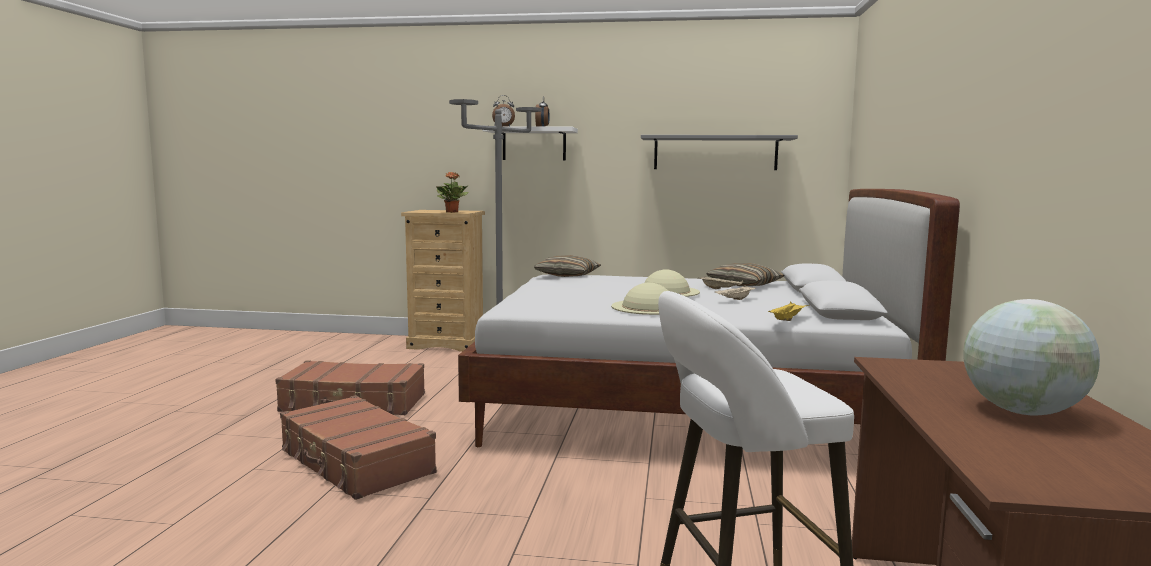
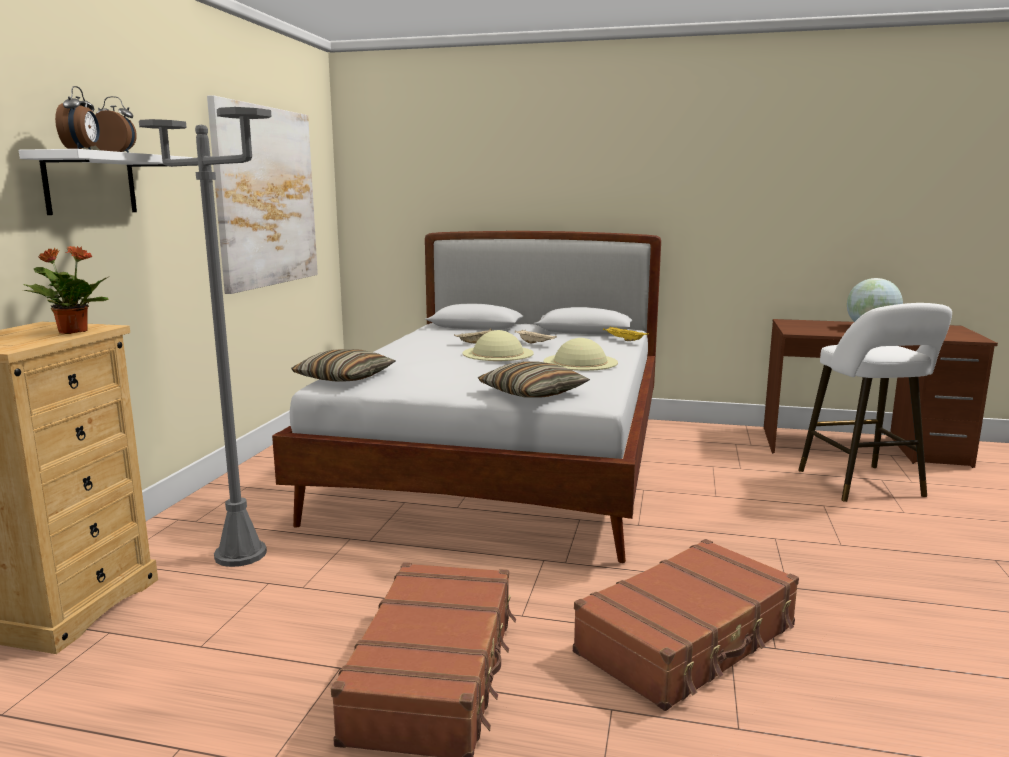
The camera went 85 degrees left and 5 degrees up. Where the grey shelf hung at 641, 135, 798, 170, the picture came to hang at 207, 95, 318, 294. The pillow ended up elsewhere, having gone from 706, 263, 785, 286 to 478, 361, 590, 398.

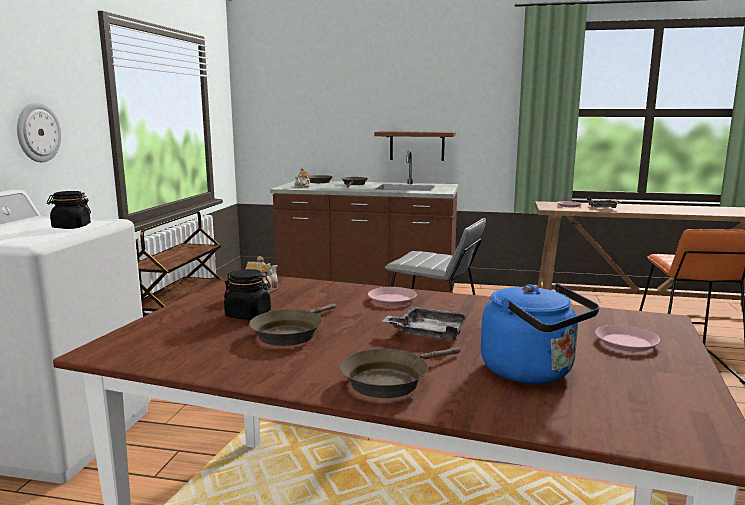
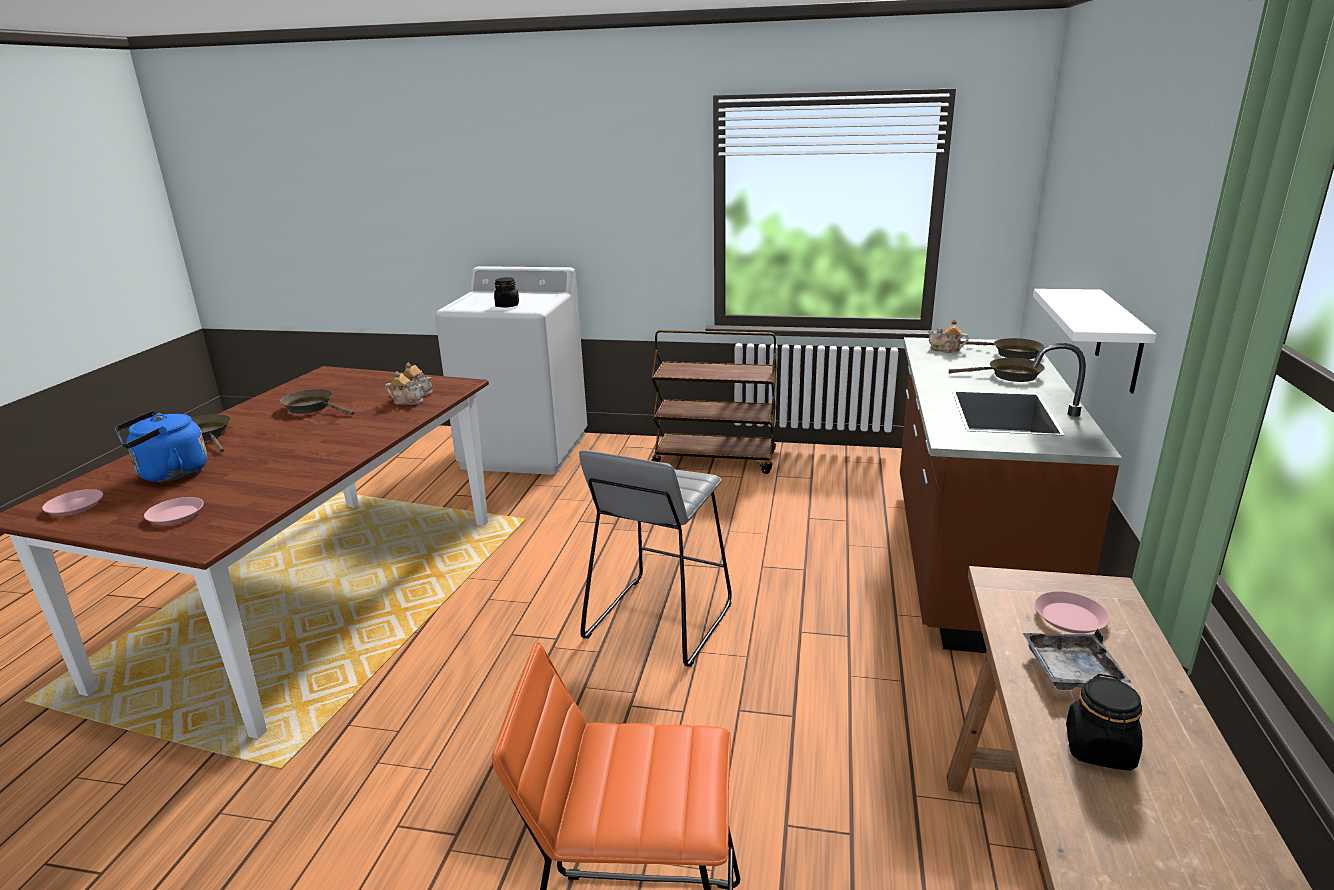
The camera went 90 degrees right and 10 degrees up. The second view lost the wall clock at 17, 102, 61, 162. The black jar ended up elsewhere, having gone from 224, 269, 271, 319 to 1066, 674, 1142, 771. The pink plate ended up elsewhere, having gone from 368, 287, 417, 306 to 42, 489, 103, 516. What was the brown shelf at 374, 131, 456, 161 turned into the white shelf at 1033, 289, 1156, 394. The second view lost the grey tray at 383, 306, 468, 341. The second view gained the teapot at 385, 371, 423, 405.

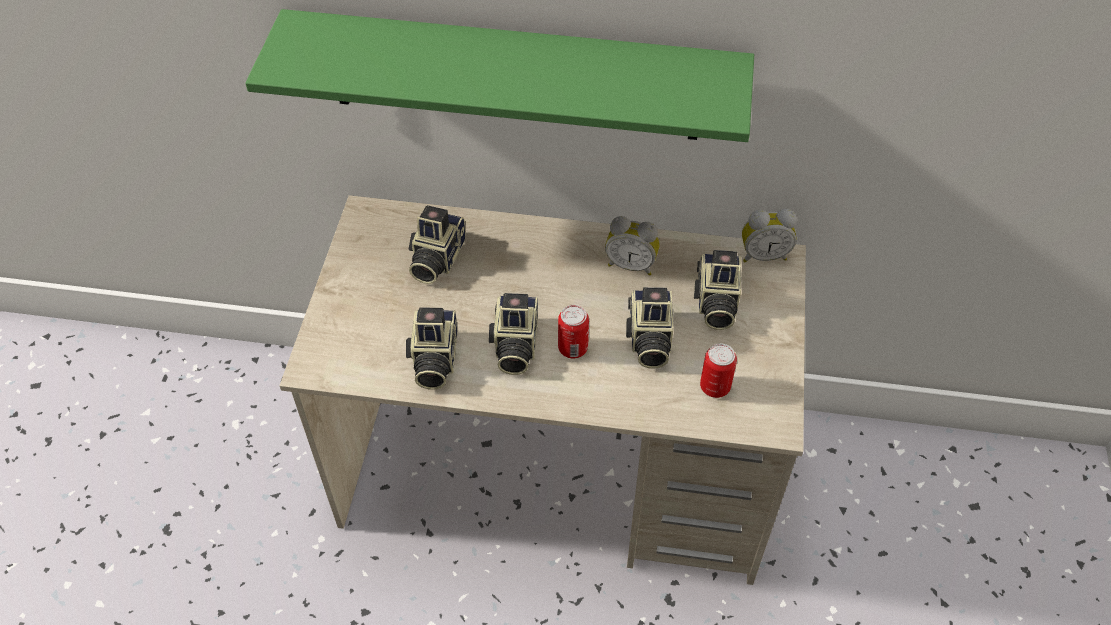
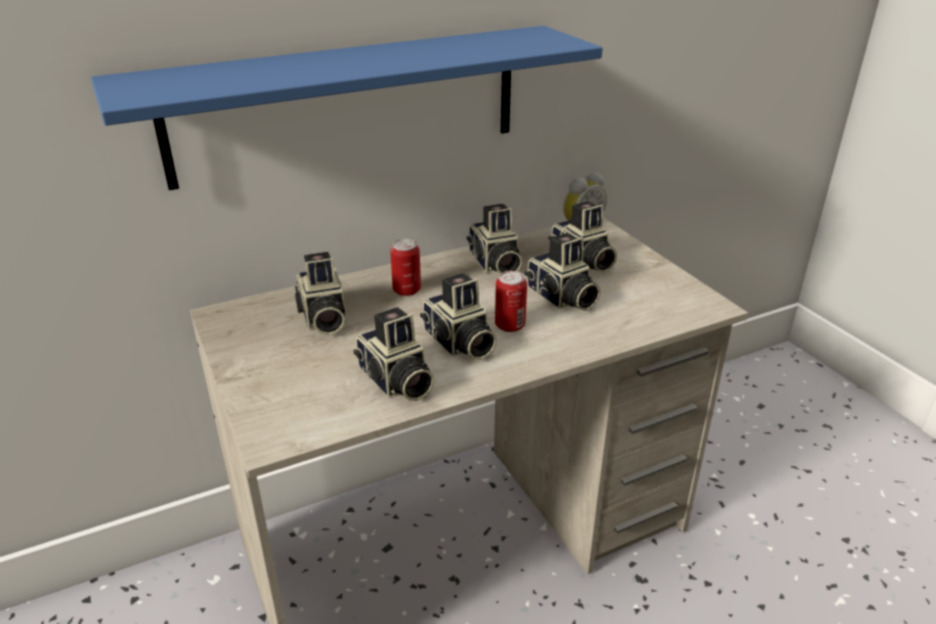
The camera went 35 degrees left and 20 degrees down. What was the green shelf at 245, 9, 754, 142 turned into the blue shelf at 91, 26, 603, 190. Where the alarm clock stood at 605, 216, 660, 276, the photo camera came to stand at 467, 204, 522, 274. The can ended up elsewhere, having gone from 700, 343, 737, 398 to 390, 239, 421, 296.

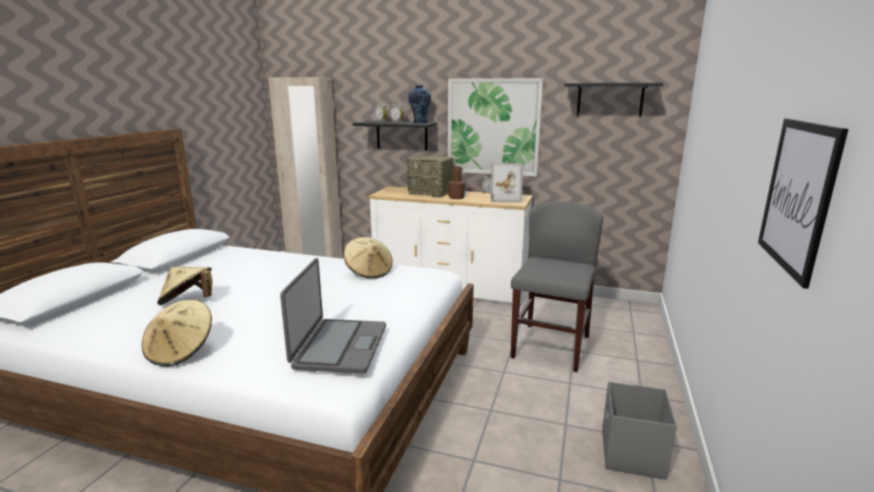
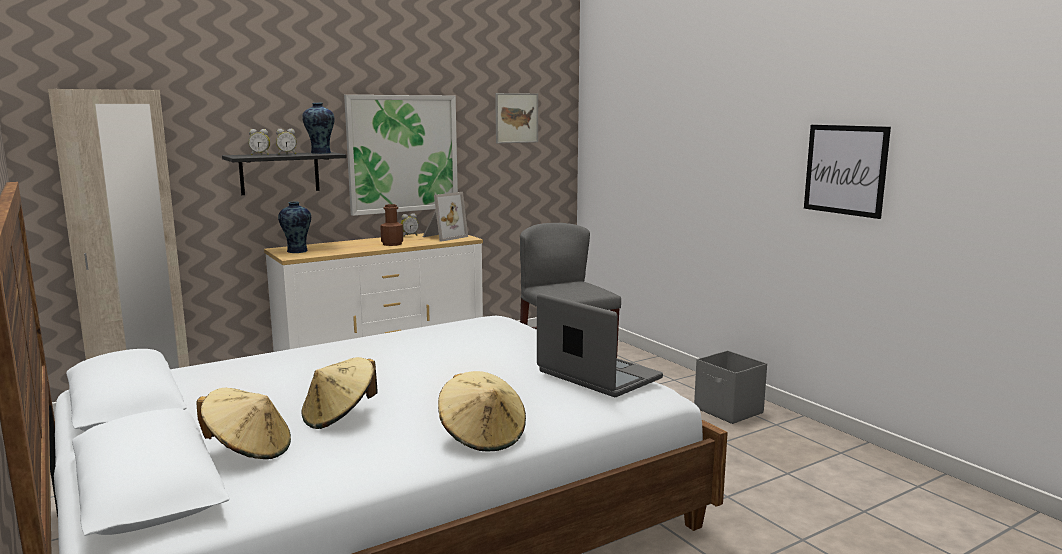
The camera went 50 degrees left and 5 degrees down. The beige hat ended up elsewhere, having gone from 344, 237, 393, 279 to 196, 388, 291, 459. The second view lost the radio at 407, 155, 454, 197. Where the black shelf hung at 564, 83, 663, 117, the picture came to hang at 495, 93, 538, 144. The second view gained the vase at 278, 201, 311, 253.

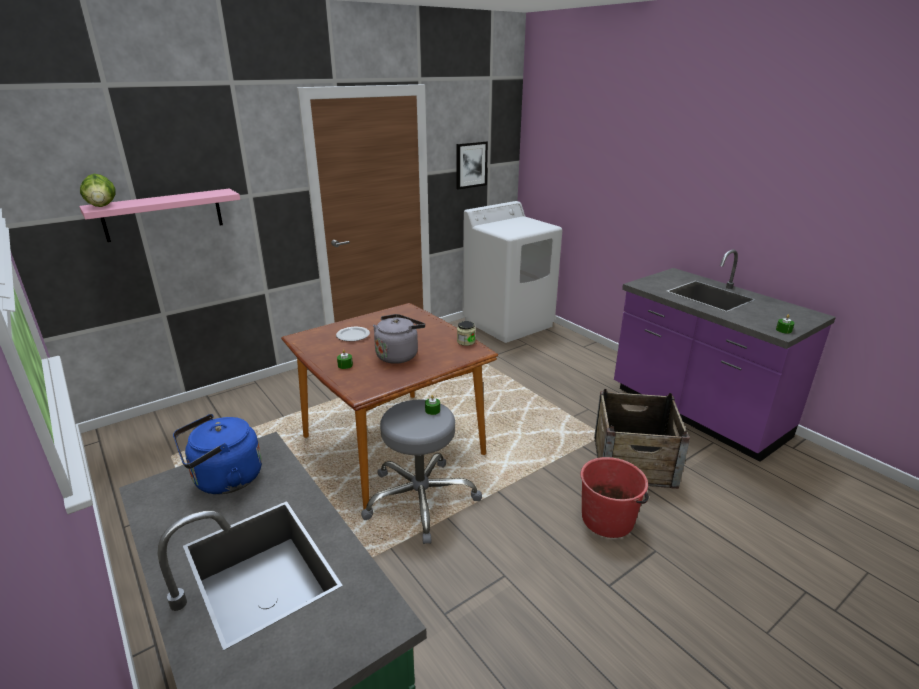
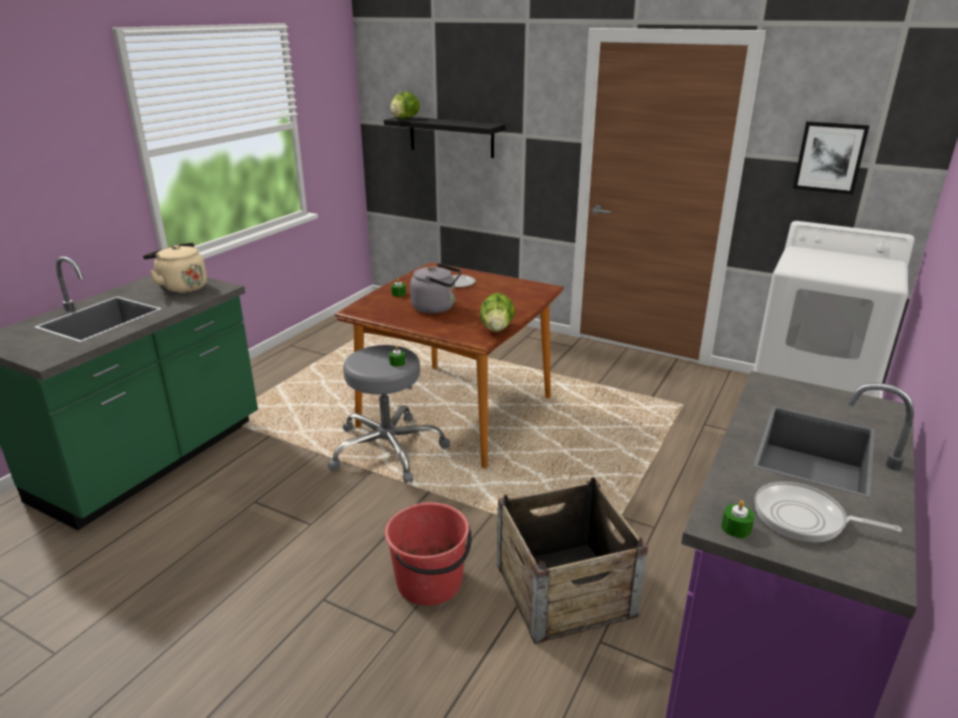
The camera went 65 degrees right and 0 degrees up. What was the pink shelf at 79, 189, 240, 242 turned into the black shelf at 384, 117, 505, 158. What was the blue kettle at 173, 414, 262, 494 turned into the beige kettle at 143, 243, 207, 294. Where the jar stood at 457, 321, 475, 346, the lettuce came to stand at 479, 293, 515, 332. The second view gained the frying pan at 755, 482, 902, 542.

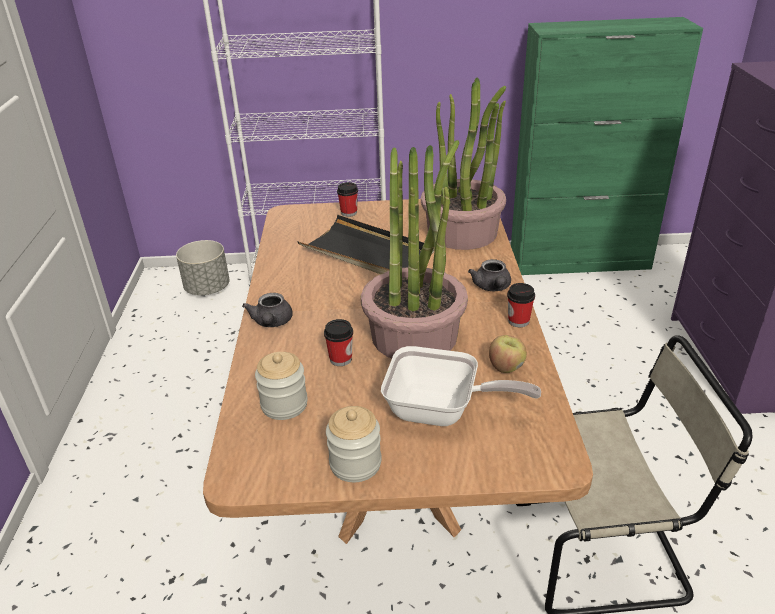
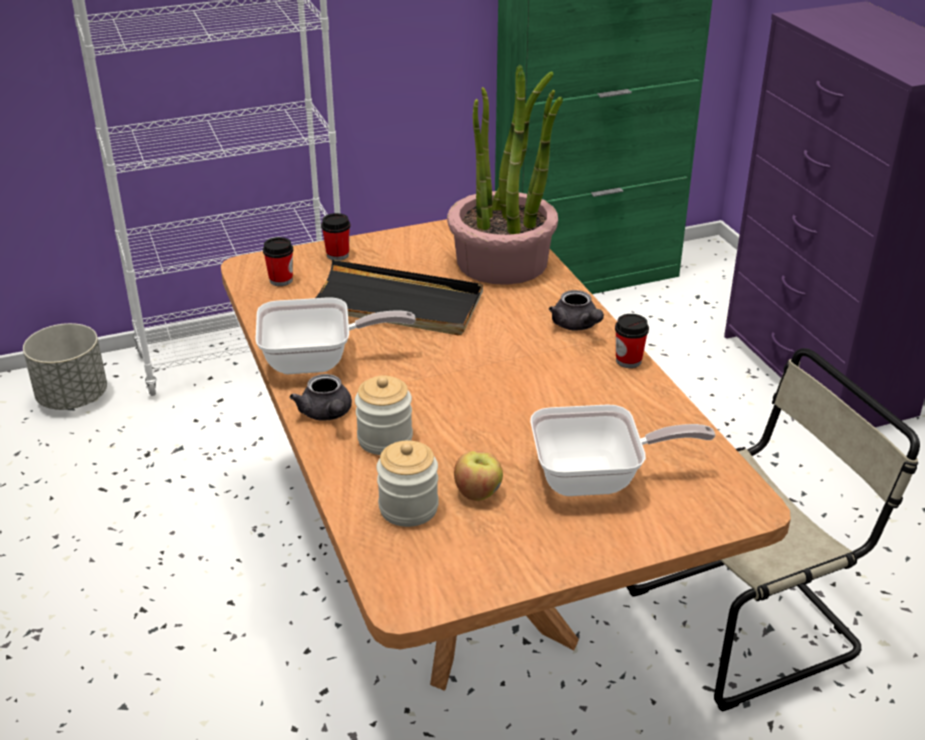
The camera went 20 degrees left and 0 degrees up. The cup ended up elsewhere, having gone from 324, 319, 353, 366 to 263, 237, 293, 286. The jar ended up elsewhere, having gone from 326, 406, 382, 482 to 355, 376, 413, 455. The second view lost the potted plant at 361, 140, 468, 358. The apple ended up elsewhere, having gone from 489, 335, 527, 373 to 454, 451, 503, 501. The second view gained the frying pan at 255, 297, 416, 374.

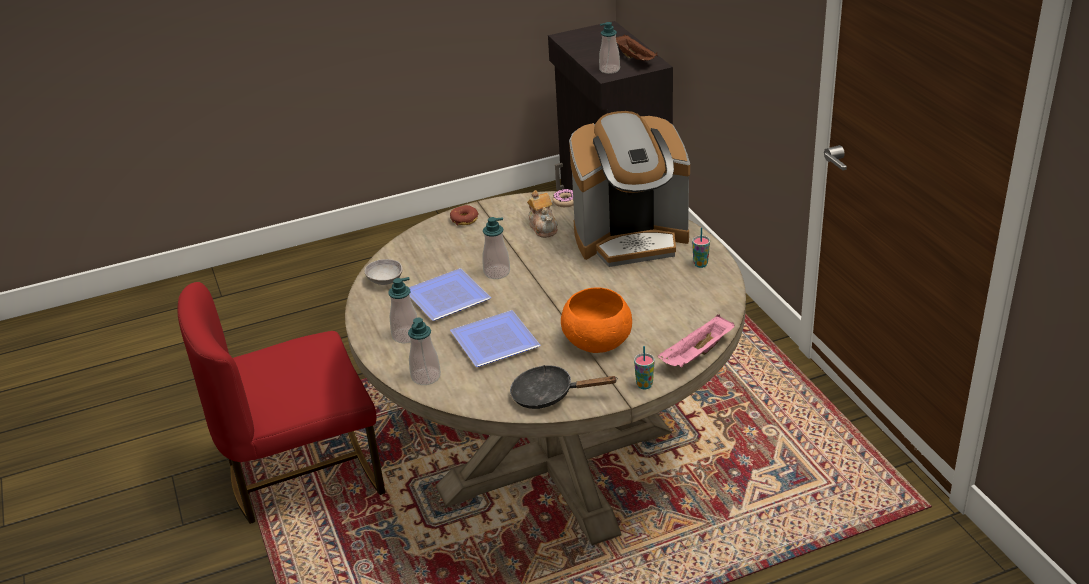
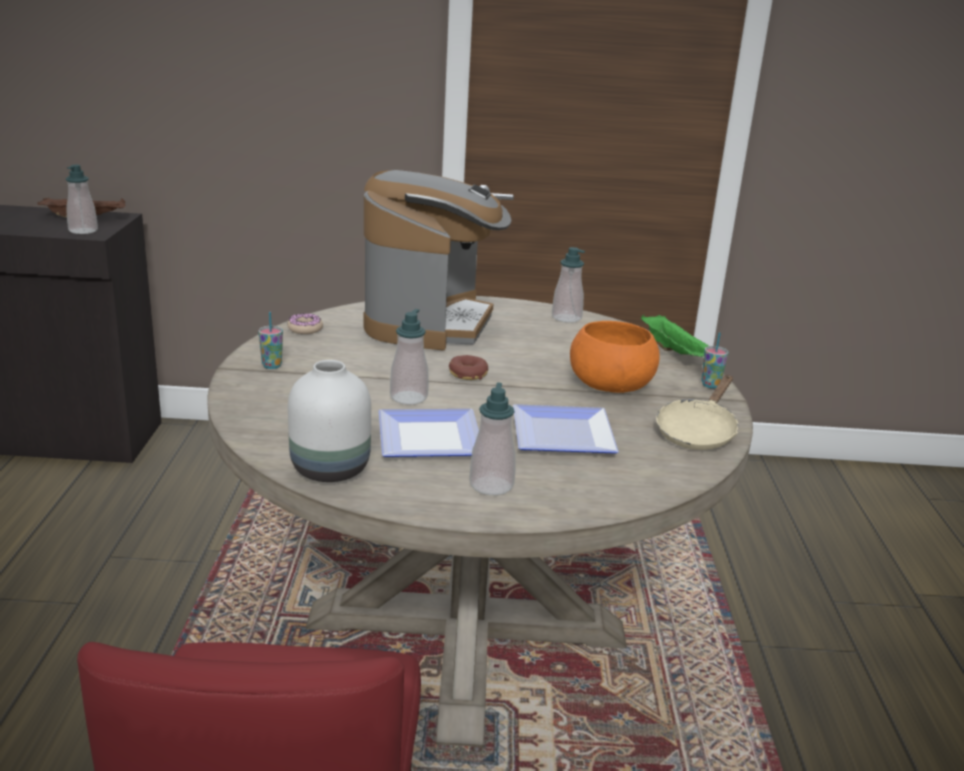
The camera went 70 degrees left and 10 degrees down. Where the grey bowl stood at 365, 259, 403, 285, the white vase came to stand at 288, 360, 371, 482. The soap dispenser ended up elsewhere, having gone from 408, 318, 441, 385 to 552, 247, 585, 323. The donut ended up elsewhere, having gone from 450, 205, 479, 226 to 449, 355, 488, 380. What was the black frying pan at 510, 365, 618, 409 turned into the beige frying pan at 656, 375, 738, 450. The second view lost the teapot at 527, 190, 558, 238. What was the pink tray at 658, 314, 735, 368 turned into the green tray at 641, 315, 716, 357. The cup ended up elsewhere, having gone from 692, 228, 710, 268 to 258, 312, 283, 369.

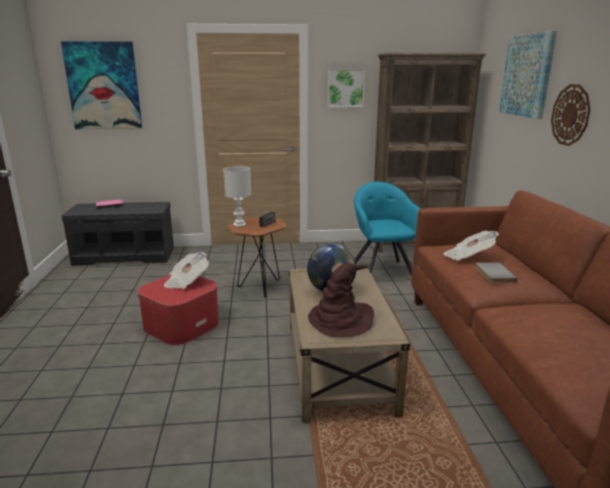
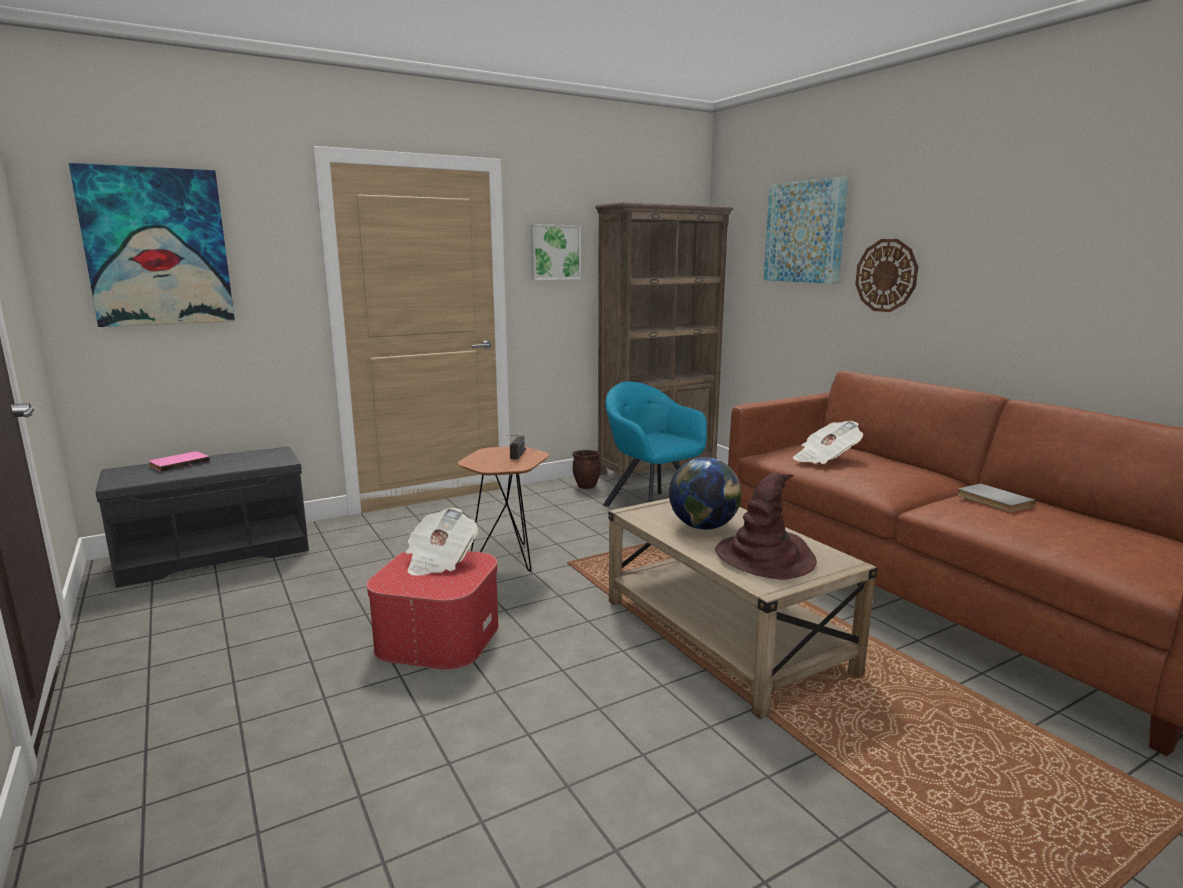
The camera went 25 degrees left and 5 degrees down. The second view lost the white table lamp at 223, 166, 251, 227. The grey book ended up elsewhere, having gone from 475, 263, 518, 283 to 958, 483, 1036, 512. The second view gained the brown planter at 572, 450, 601, 489.

